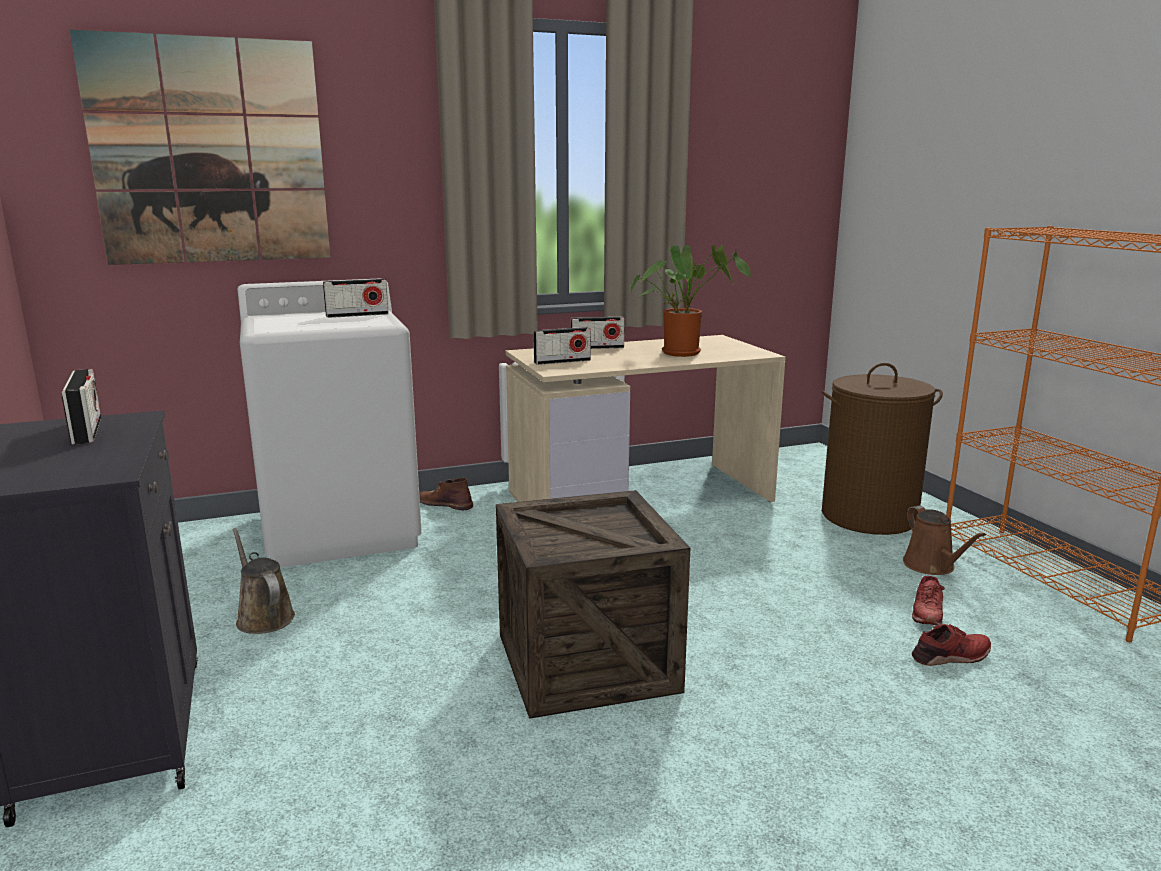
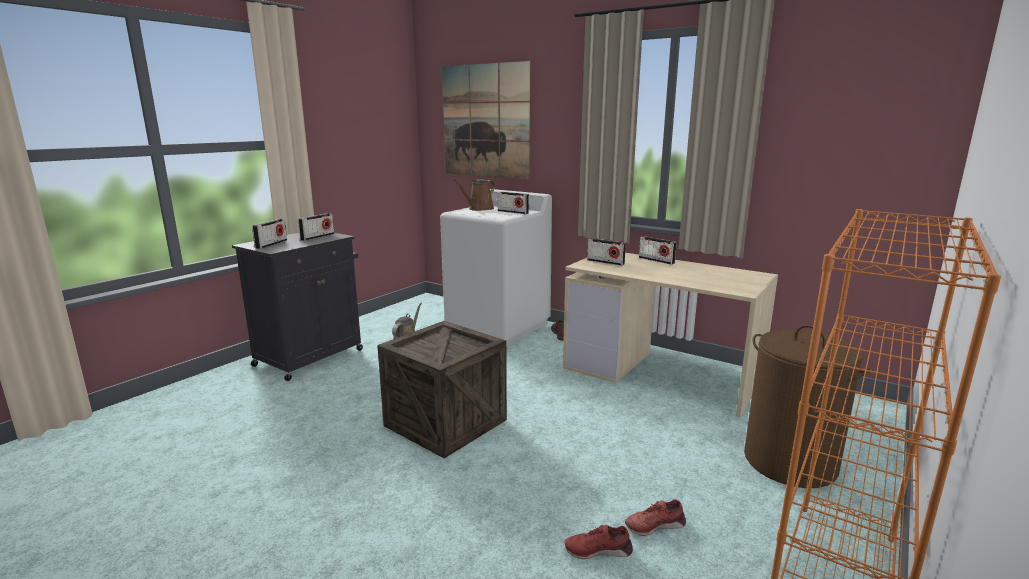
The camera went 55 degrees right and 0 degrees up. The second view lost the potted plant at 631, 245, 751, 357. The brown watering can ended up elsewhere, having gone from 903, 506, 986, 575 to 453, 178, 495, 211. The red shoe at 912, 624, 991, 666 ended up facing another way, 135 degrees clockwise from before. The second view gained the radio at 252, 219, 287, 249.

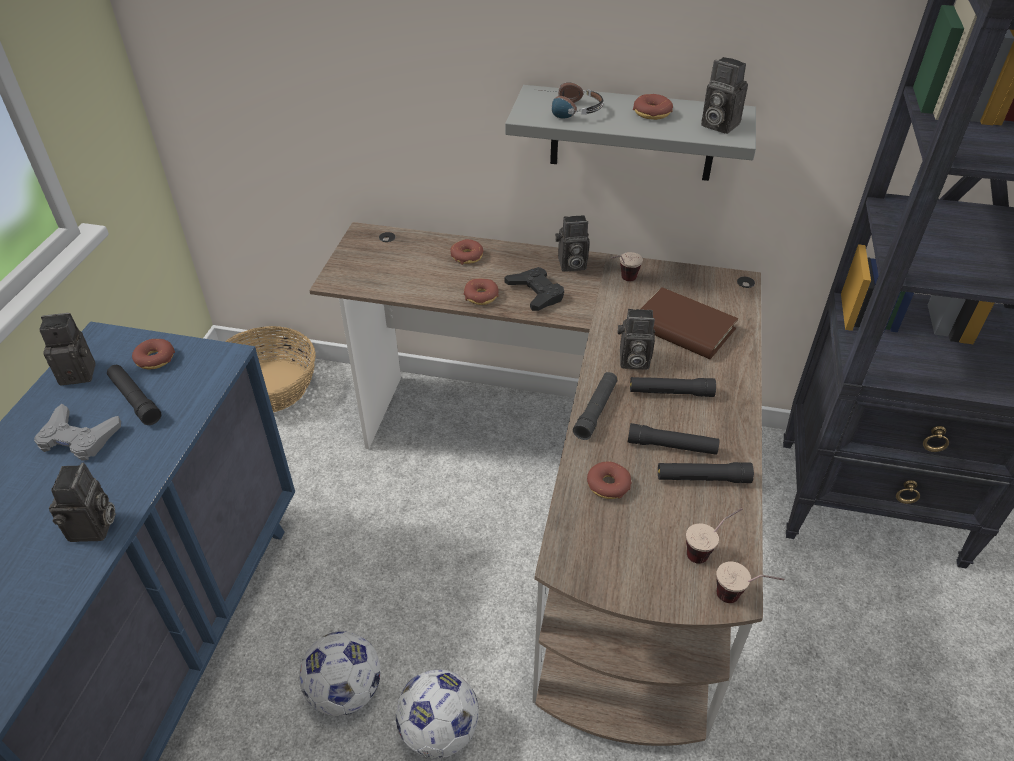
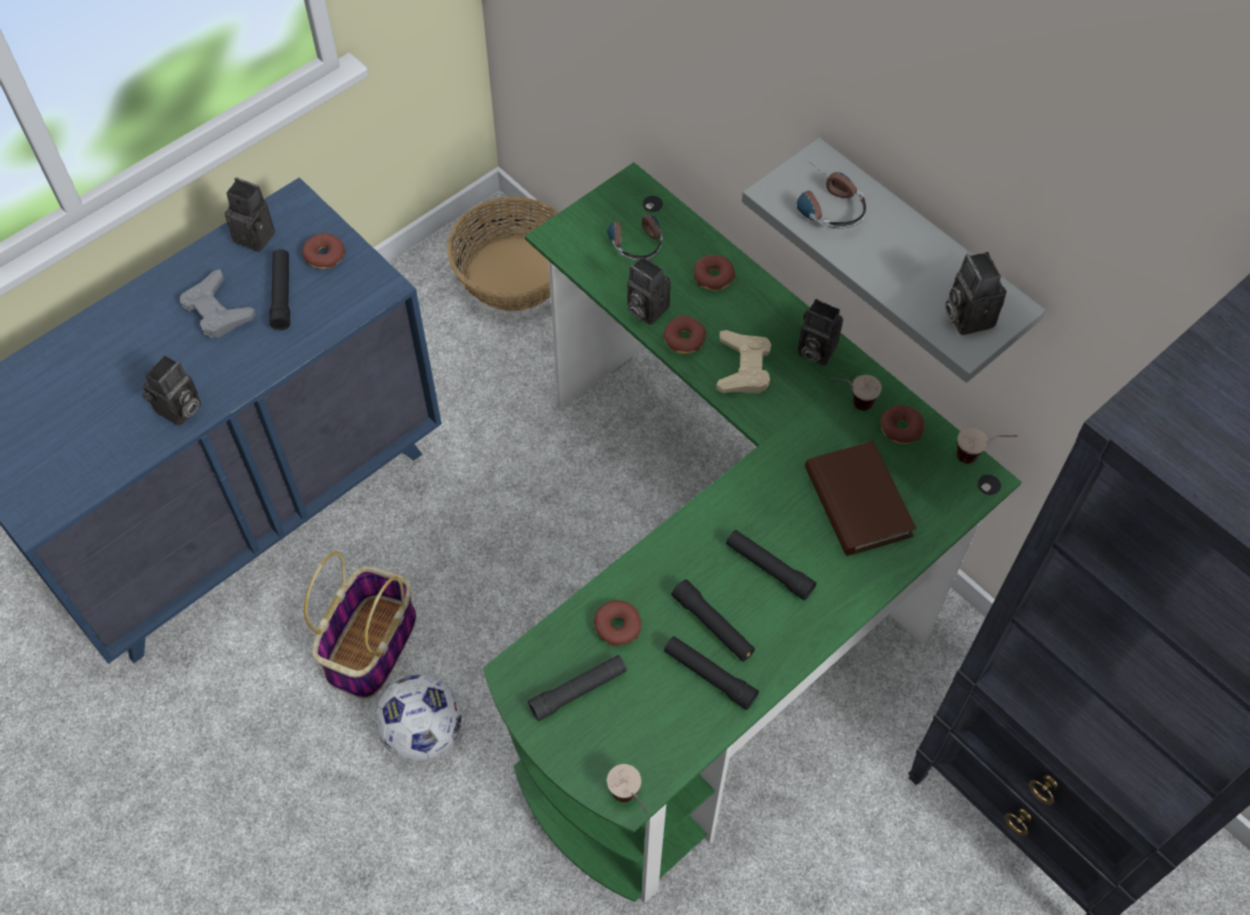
The camera went 35 degrees right and 15 degrees up. Where the football stood at 299, 631, 380, 716, the basket came to stand at 304, 551, 417, 699. What was the brown desk at 309, 222, 763, 746 turned into the green desk at 483, 162, 1021, 903. What was the black game controller at 504, 267, 564, 311 turned into the beige game controller at 716, 330, 771, 393. The black flashlight ended up elsewhere, having gone from 573, 372, 618, 440 to 528, 655, 627, 721. The photo camera ended up elsewhere, having gone from 617, 309, 655, 370 to 627, 256, 671, 325. The donut ended up elsewhere, having gone from 633, 94, 673, 120 to 881, 405, 925, 444. The cup ended up elsewhere, having gone from 686, 508, 742, 564 to 957, 428, 1018, 464. The second view gained the headphones at 607, 206, 663, 261.

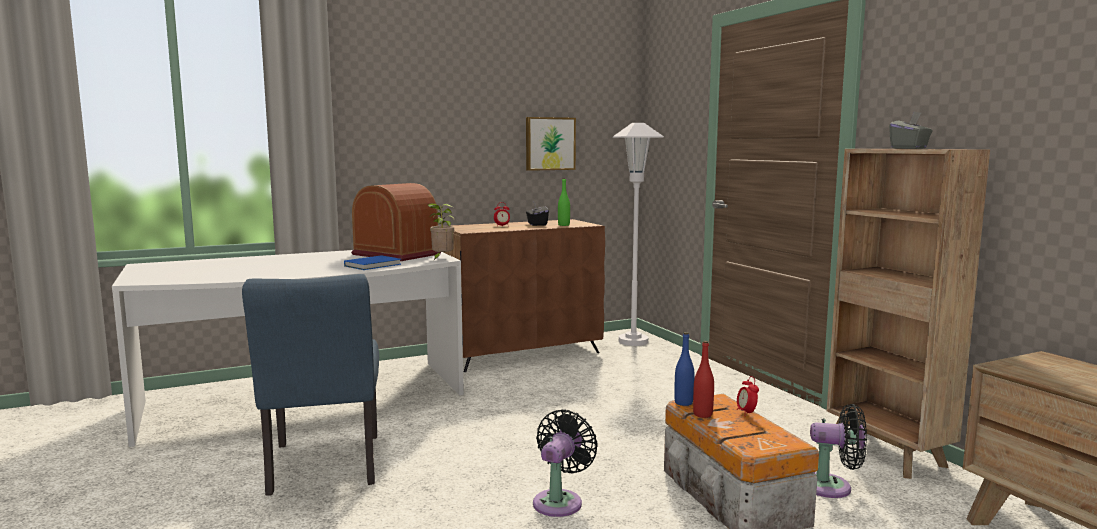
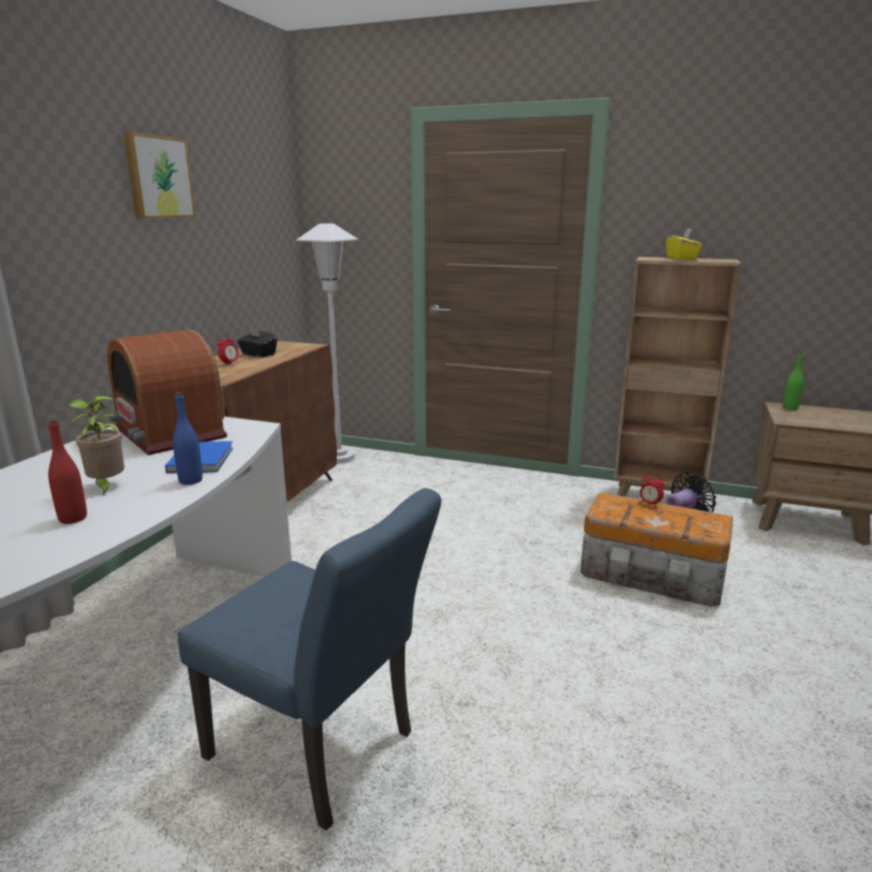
The camera went 45 degrees left and 10 degrees up. The radio at 351, 183, 441, 261 ended up facing another way, 120 degrees counterclockwise from before. The potted plant ended up elsewhere, having gone from 428, 203, 455, 260 to 67, 396, 124, 496. The picture ended up elsewhere, having gone from 526, 117, 576, 171 to 123, 132, 196, 218. The second view lost the black fan at 533, 409, 598, 517. The green bottle ended up elsewhere, having gone from 558, 178, 570, 226 to 783, 352, 804, 410. The blue bottle ended up elsewhere, having gone from 674, 332, 694, 406 to 173, 392, 203, 485. The red bottle ended up elsewhere, having gone from 693, 341, 714, 418 to 48, 419, 87, 524. What was the grey tissue box at 889, 112, 933, 149 turned into the yellow tissue box at 666, 229, 703, 260.

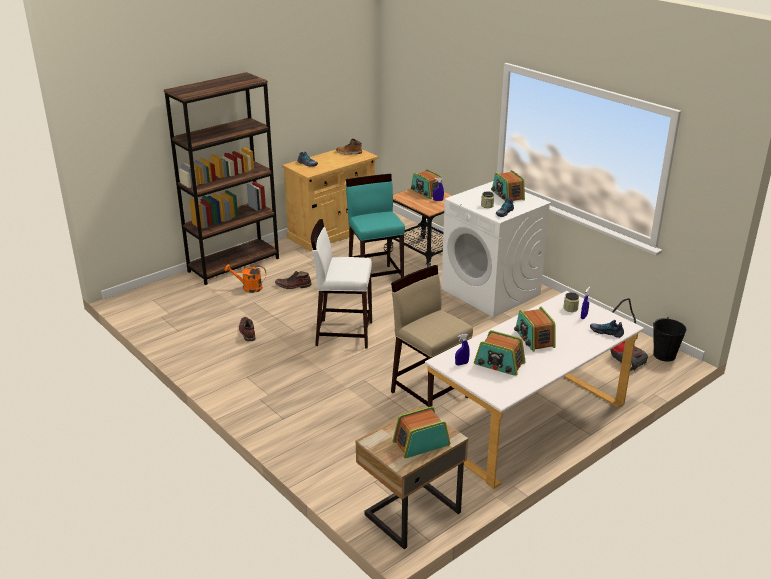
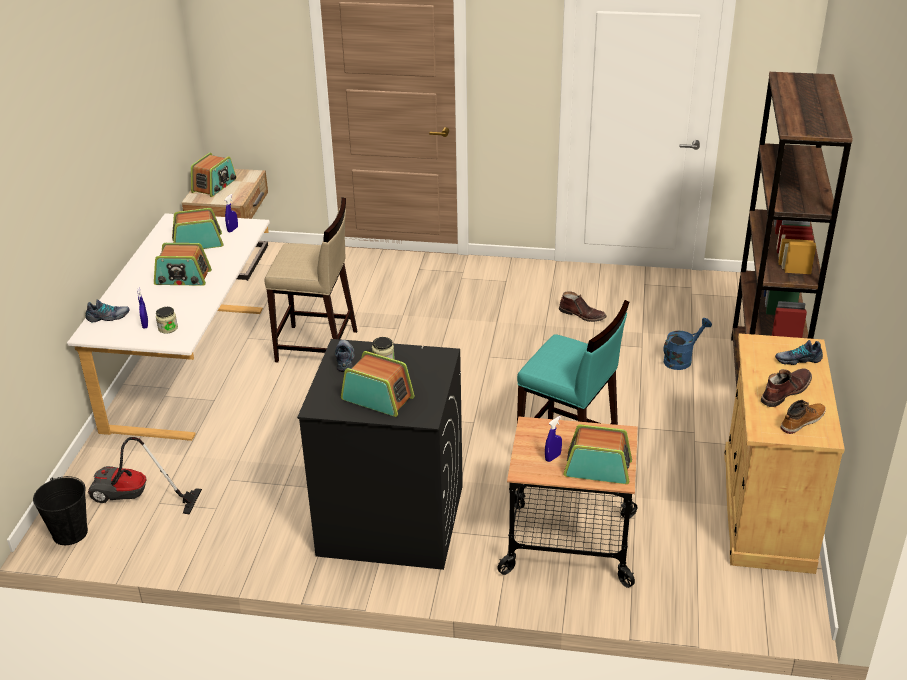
The camera went 140 degrees right and 5 degrees up. What was the orange watering can at 225, 264, 266, 293 turned into the blue watering can at 663, 318, 712, 370. The brown boot ended up elsewhere, having gone from 275, 271, 312, 289 to 761, 368, 812, 407. The second view lost the white stool at 311, 219, 372, 348. What was the white washing machine at 441, 181, 551, 318 turned into the black washing machine at 297, 339, 463, 570. The radio at 514, 307, 555, 352 ended up facing another way, 150 degrees clockwise from before.

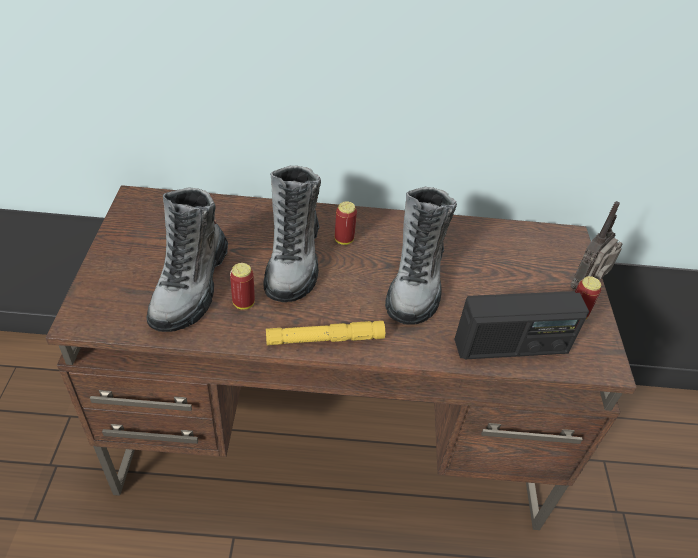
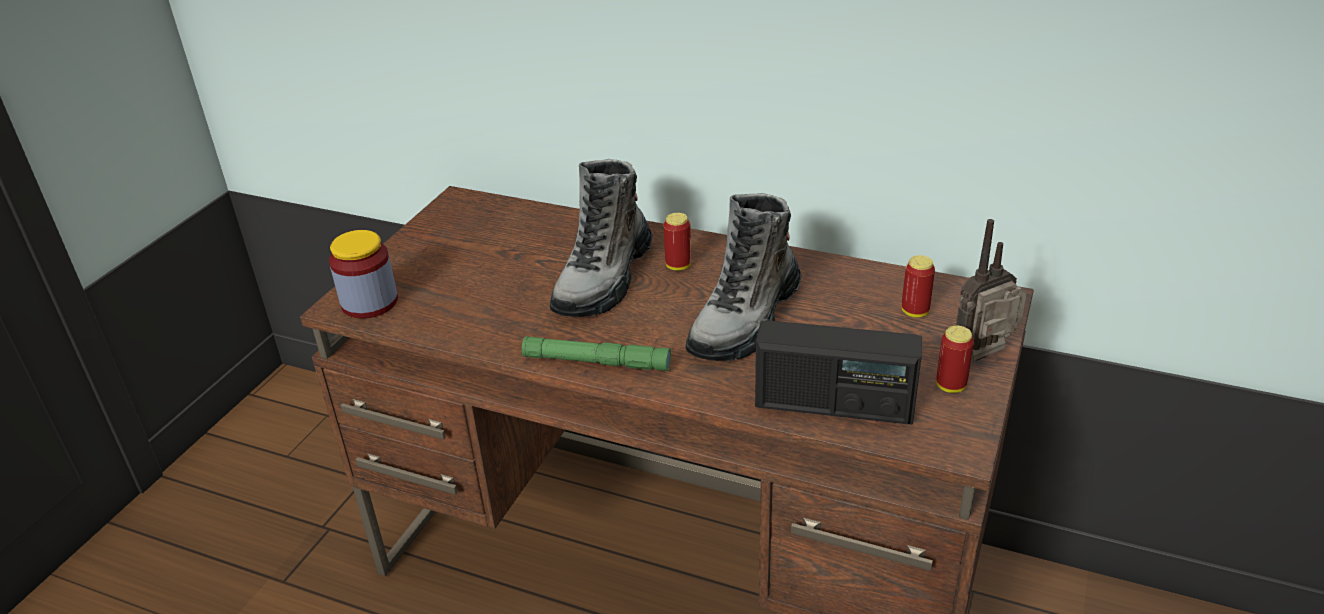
The camera went 25 degrees right and 10 degrees down. The second view lost the boot at 147, 187, 228, 332. The can ended up elsewhere, having gone from 230, 263, 255, 310 to 902, 255, 935, 318. What was the yellow flashlight at 266, 321, 385, 345 turned into the green flashlight at 522, 336, 671, 371. The second view gained the jar at 329, 230, 398, 319.

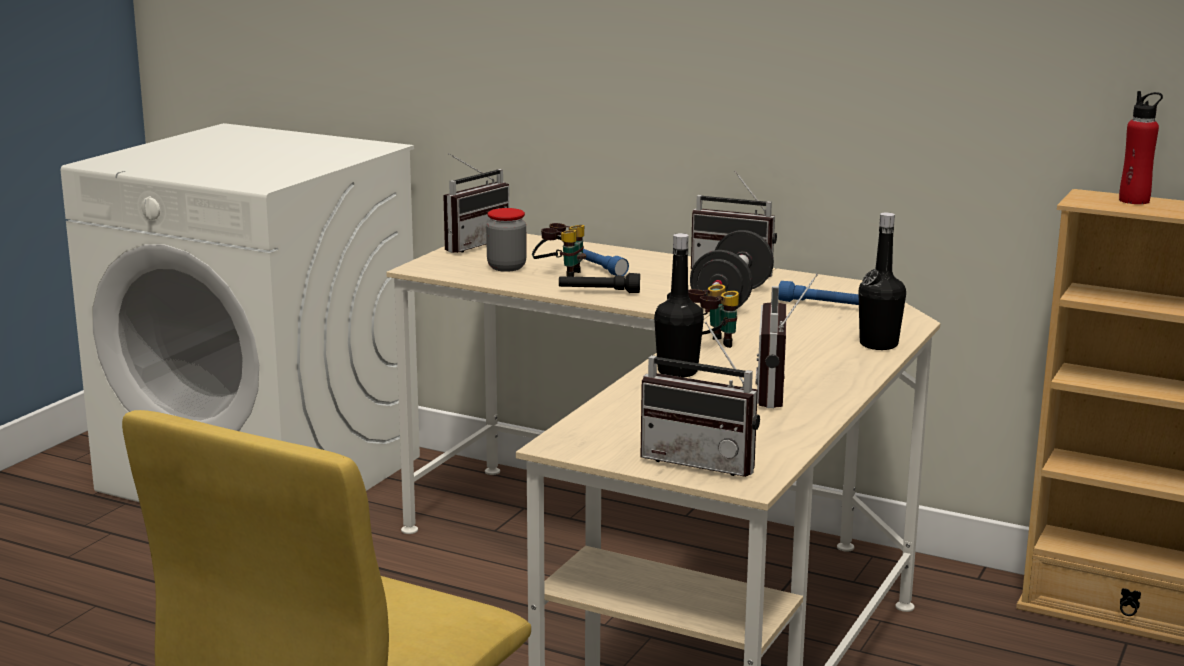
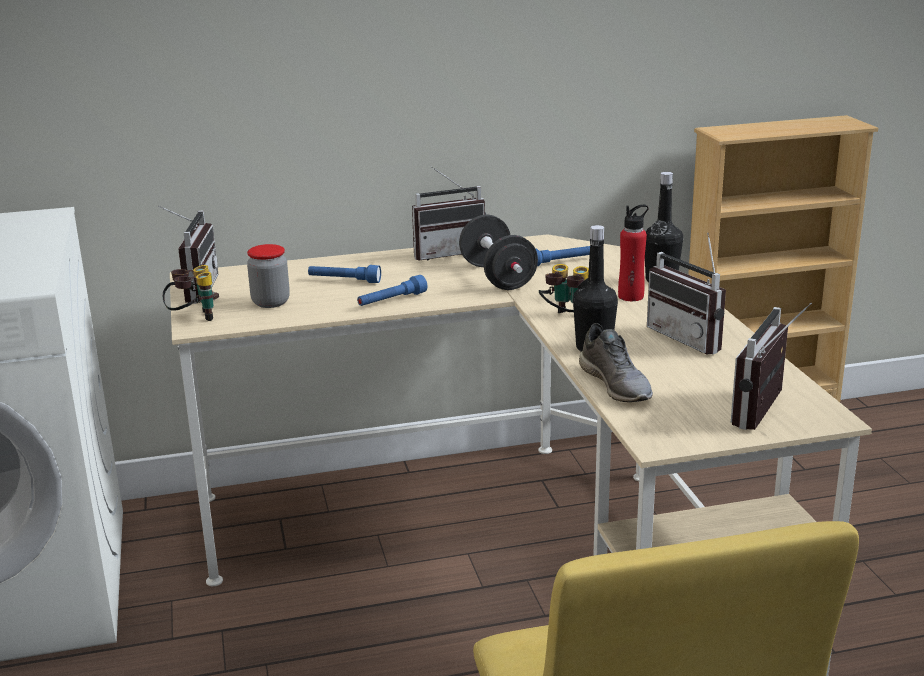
The camera went 40 degrees left and 5 degrees up. The binoculars ended up elsewhere, having gone from 532, 223, 586, 277 to 163, 265, 219, 321. What was the black flashlight at 559, 273, 640, 293 turned into the blue flashlight at 357, 275, 427, 306. The radio at 640, 322, 760, 477 ended up facing another way, 135 degrees clockwise from before. The red bottle ended up elsewhere, having gone from 1119, 91, 1163, 204 to 618, 205, 649, 301. The second view gained the grey shoe at 579, 323, 653, 402.

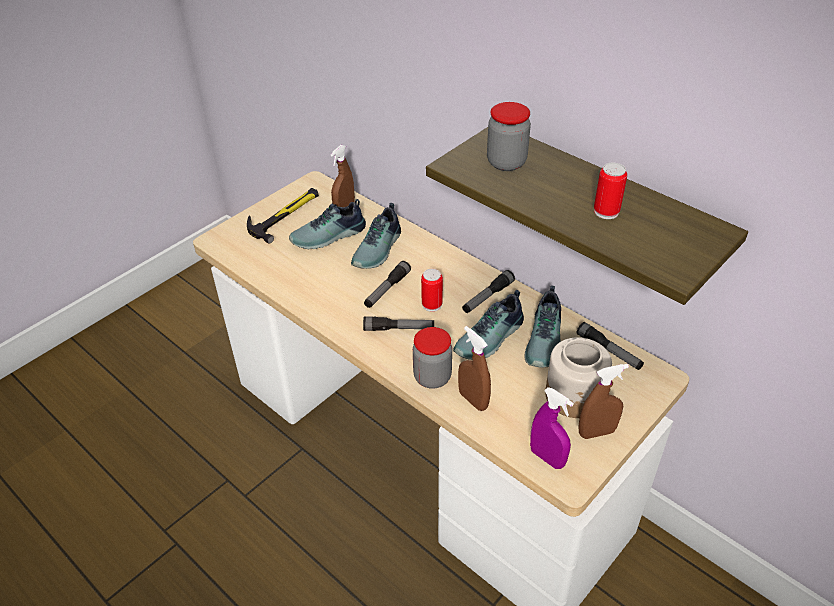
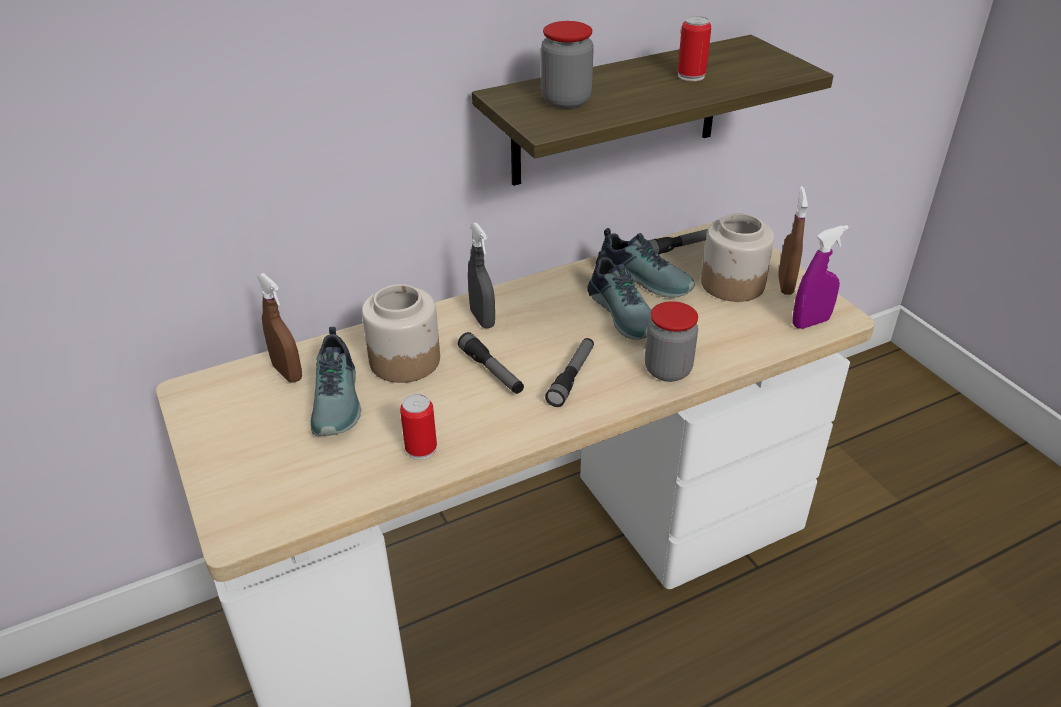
The camera went 70 degrees left and 5 degrees down. The second view lost the hammer at 247, 188, 319, 244. Where the shoe stood at 351, 203, 401, 269, the jar came to stand at 362, 284, 440, 383. The can ended up elsewhere, having gone from 421, 269, 443, 312 to 400, 394, 437, 460. The second view lost the brown spray bottle at 458, 326, 491, 411. The second view lost the flashlight at 462, 270, 515, 313. The second view gained the grey spray bottle at 468, 222, 495, 329.

